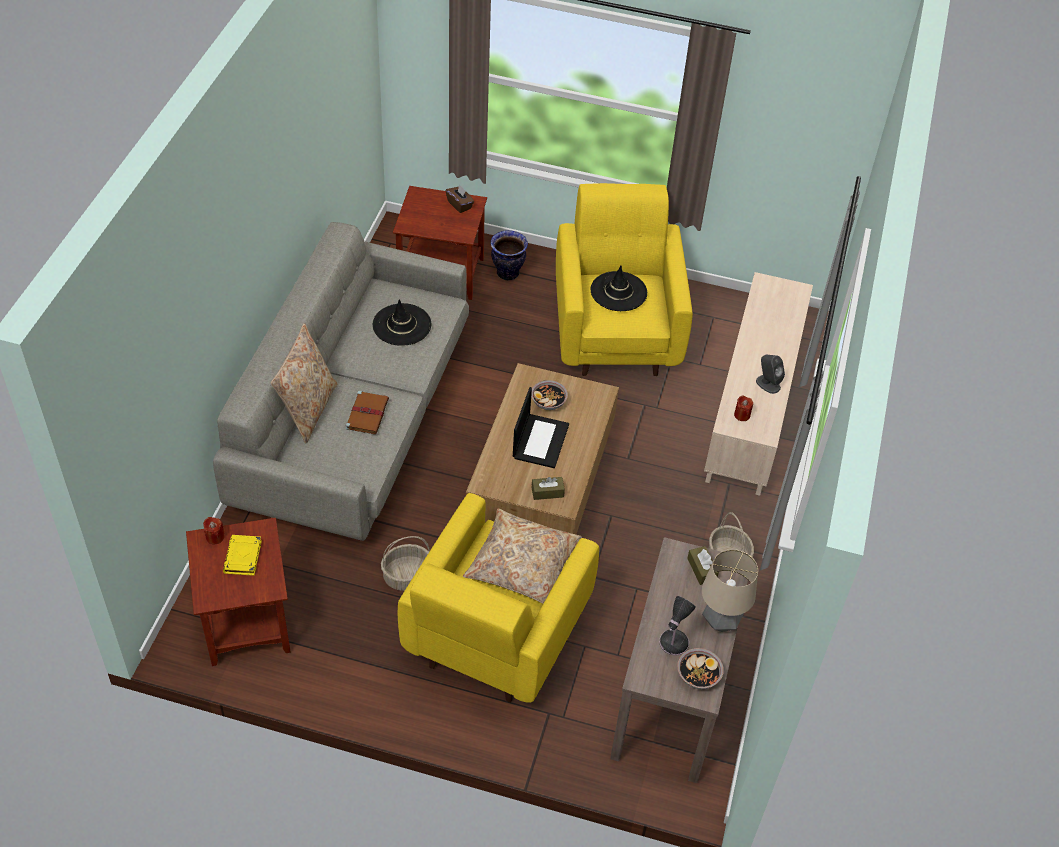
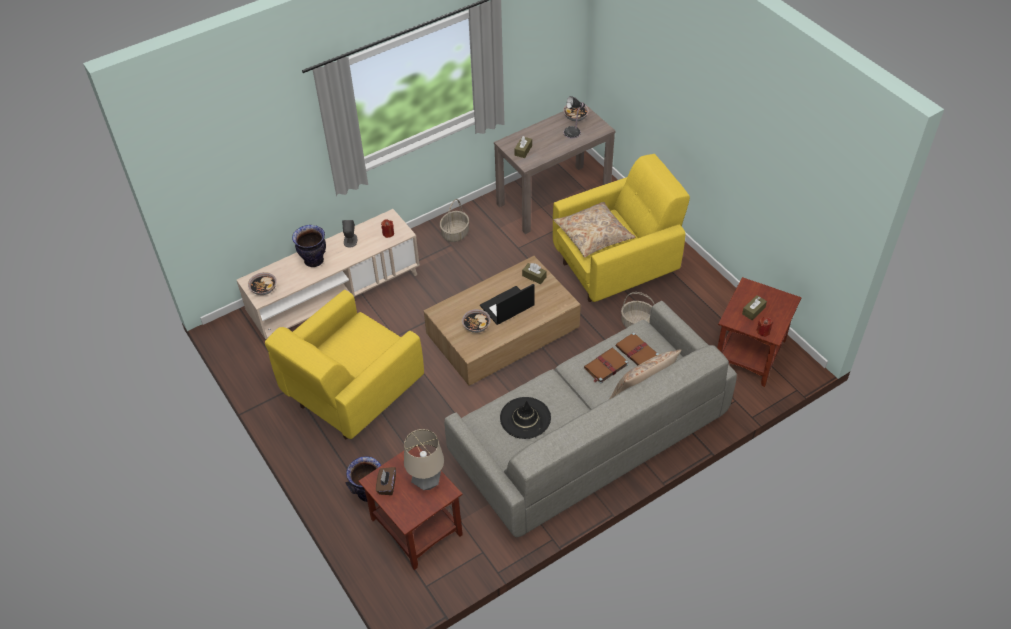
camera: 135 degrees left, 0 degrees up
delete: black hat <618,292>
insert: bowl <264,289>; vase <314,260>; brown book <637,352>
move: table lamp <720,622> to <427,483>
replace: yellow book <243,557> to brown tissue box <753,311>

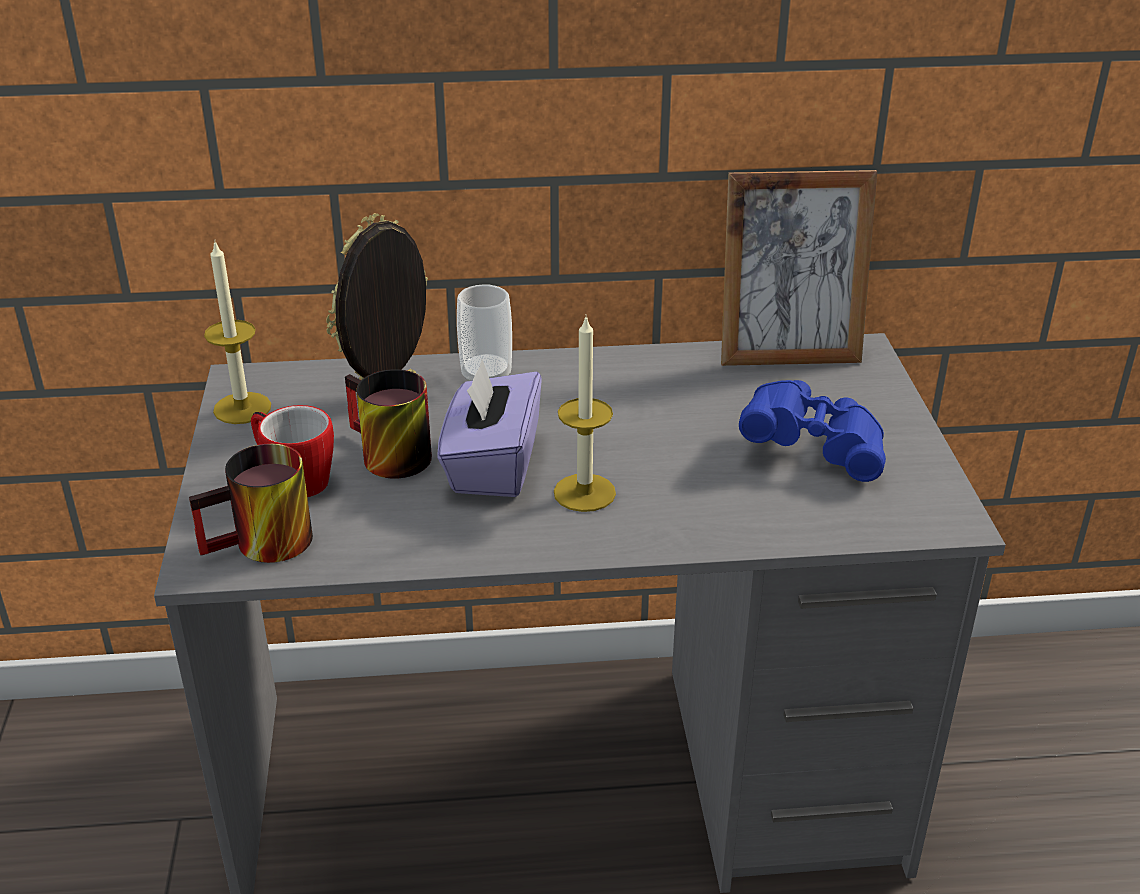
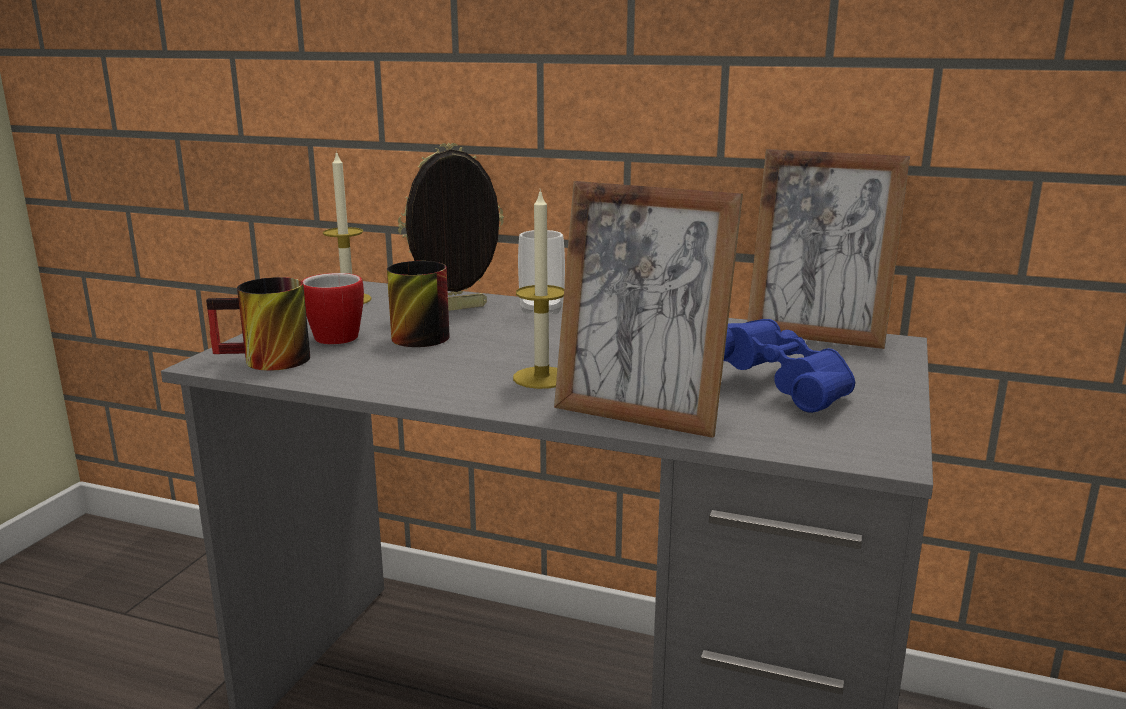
camera: 25 degrees right, 15 degrees down
delete: purple tissue box <492,465>
insert: picture frame <639,414>

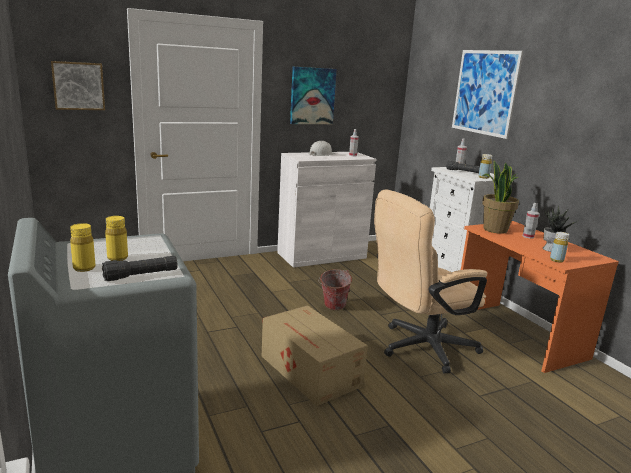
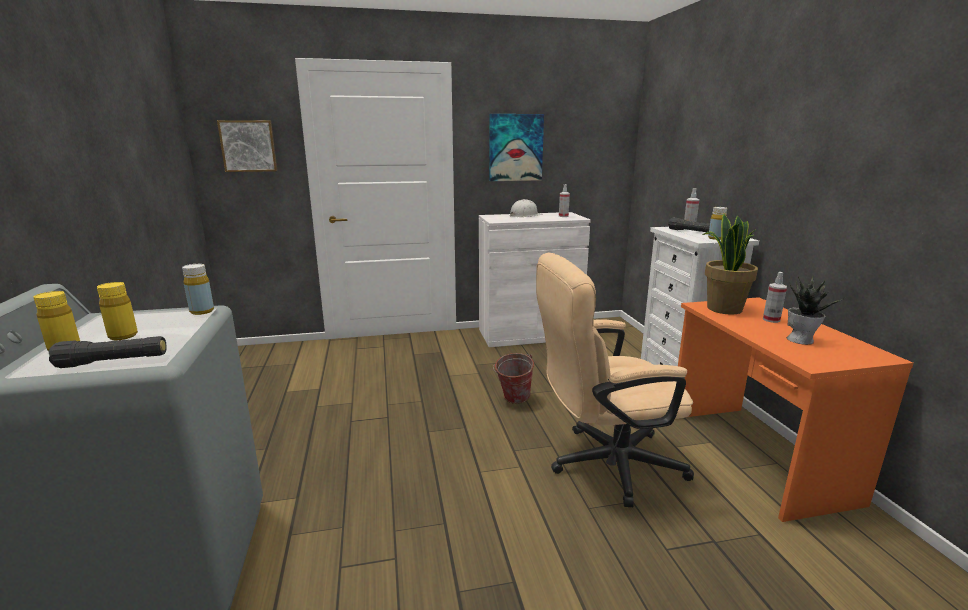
camera: 15 degrees right, 0 degrees up
delete: cardboard box <310,371>; picture <485,92>
move: yellow bottle <556,260> to <202,311>

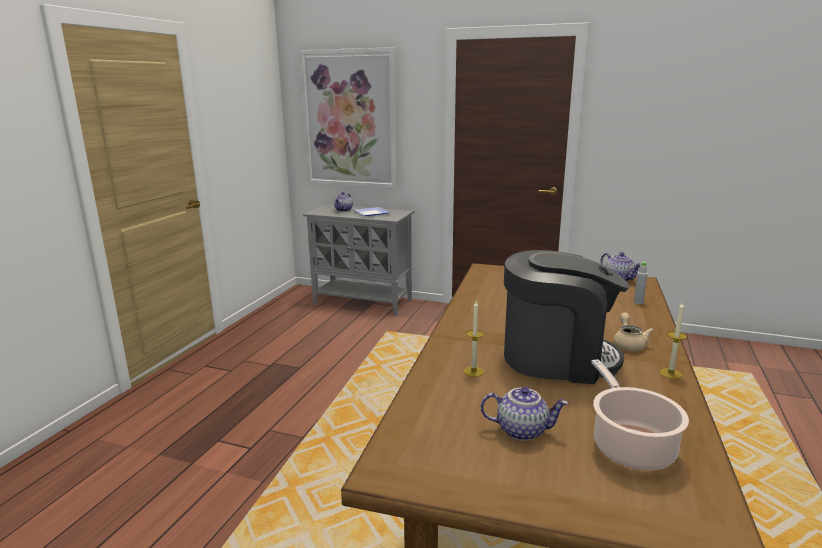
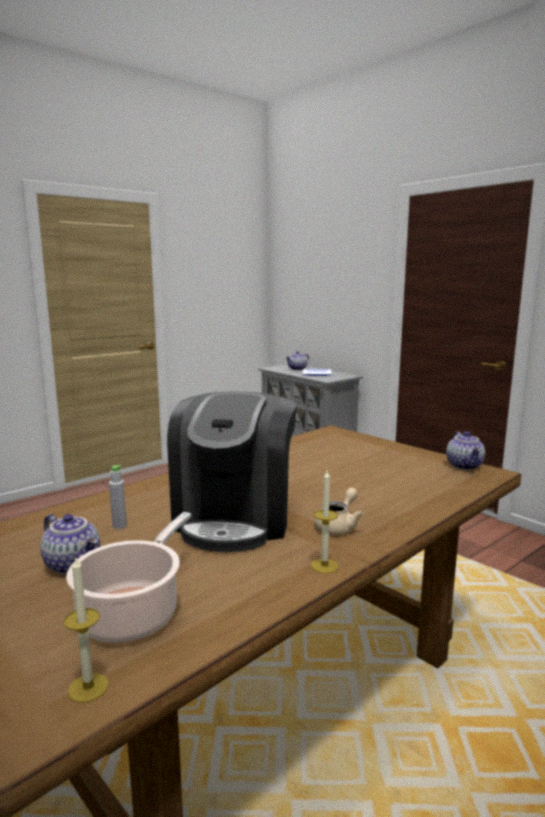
camera: 30 degrees right, 5 degrees down
delete: picture <349,119>
move: candle <473,371> to <88,687>; grey bottle <638,302> to <119,526>
rotate: coffee machine <557,358> = <235,518> 60 degrees clockwise

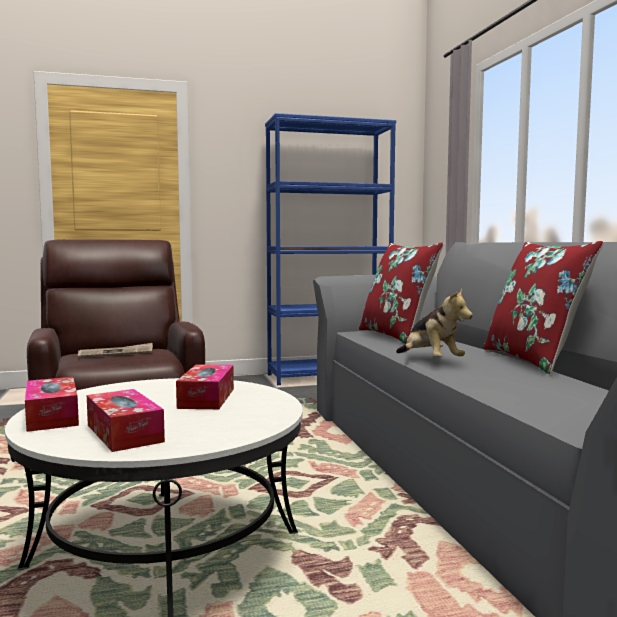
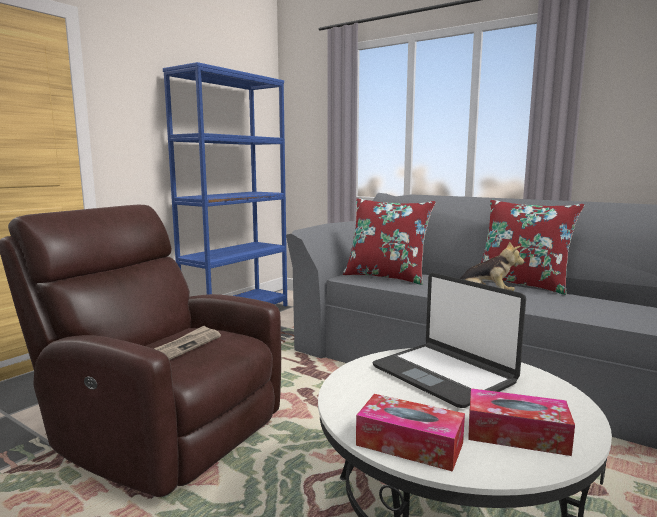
camera: 40 degrees left, 5 degrees up
replace: tissue box <206,398> to laptop <444,374>

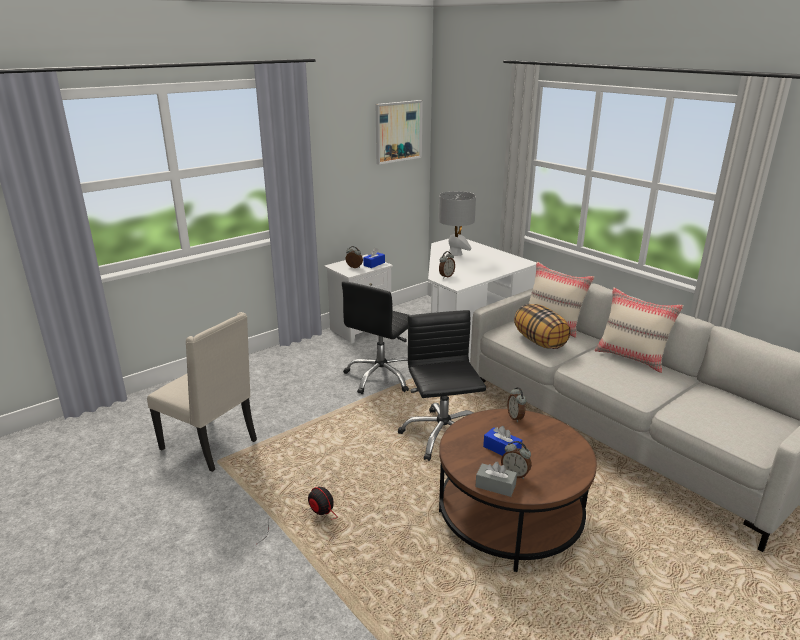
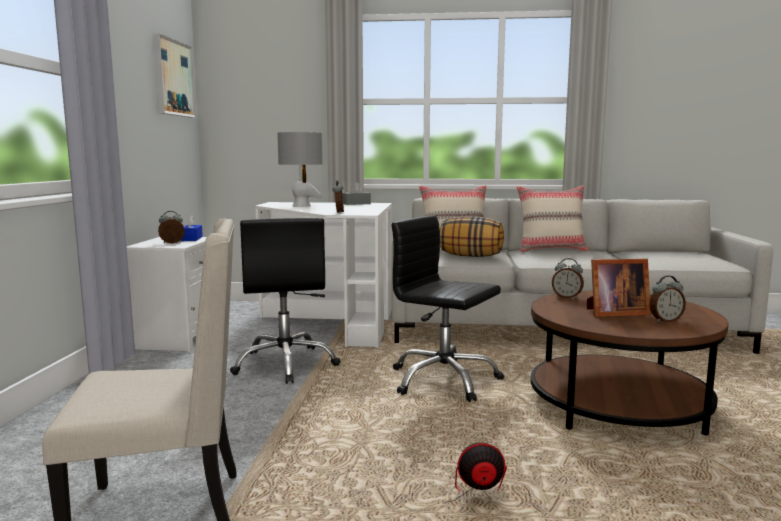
camera: 45 degrees left, 15 degrees down
move: grey tissue box <495,486> to <356,204>
replace: blue tissue box <502,449> to picture frame <614,313>

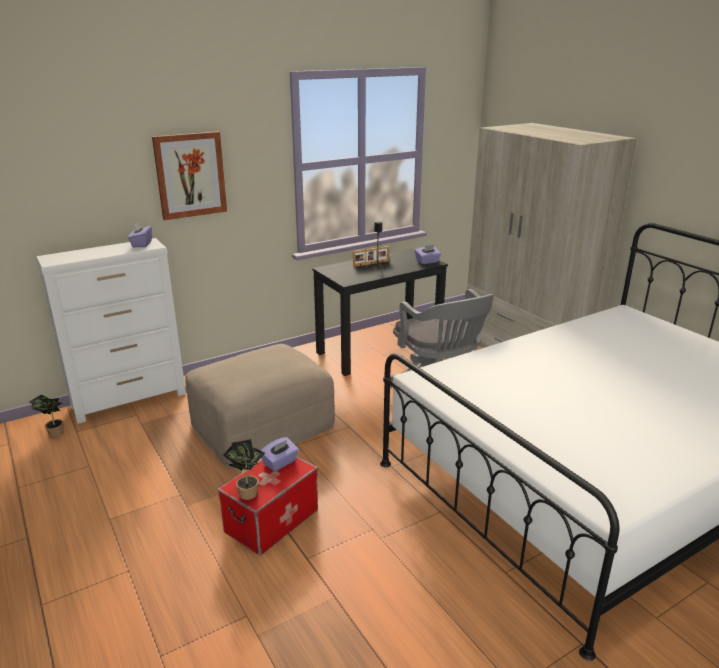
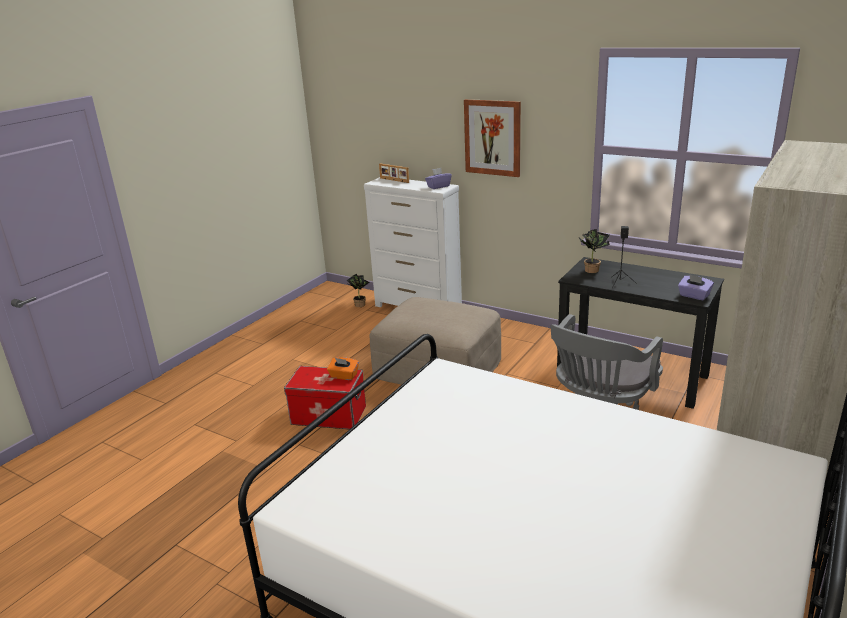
camera: 65 degrees right, 0 degrees up
move: potted plant <246,492> to <592,269>; picture frame <371,264> to <394,180>
recolor: purple tissue box <280,463> to orange tissue box <344,376>

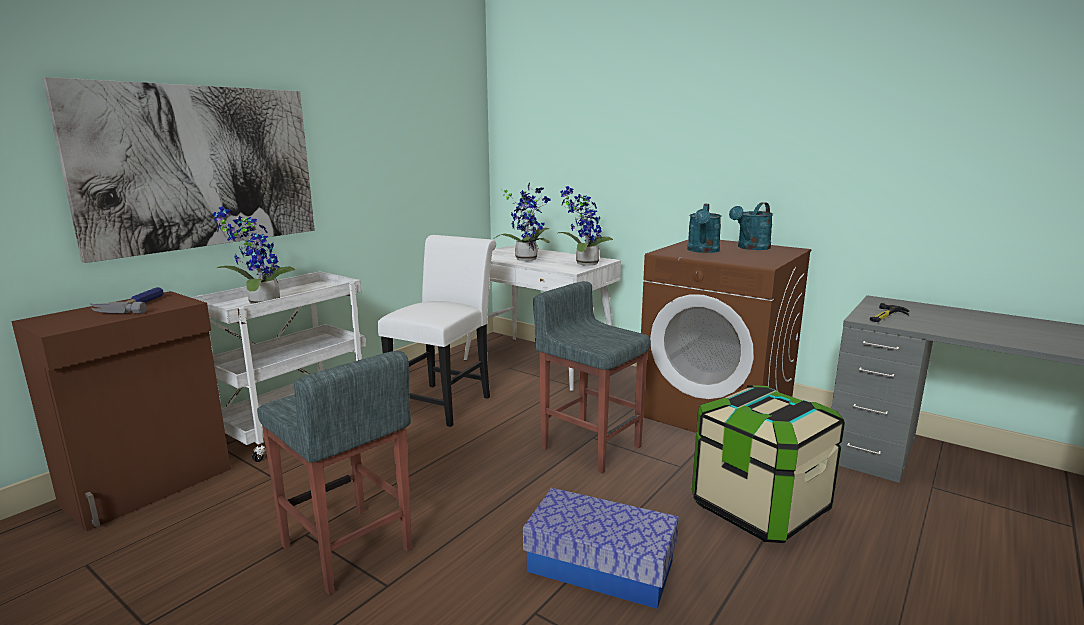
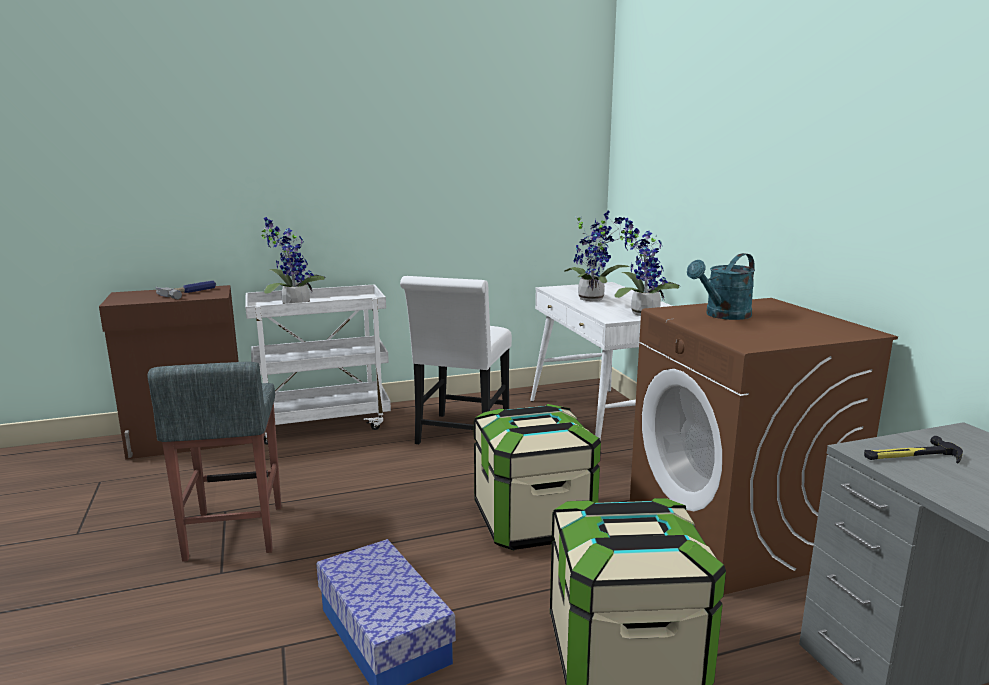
camera: 35 degrees right, 0 degrees up
delete: picture <200,167>; turquoise watering can <751,248>
replace: grey stool <590,446> to storage box <533,522>
rotate: white chair <444,401> = <460,436> 135 degrees clockwise

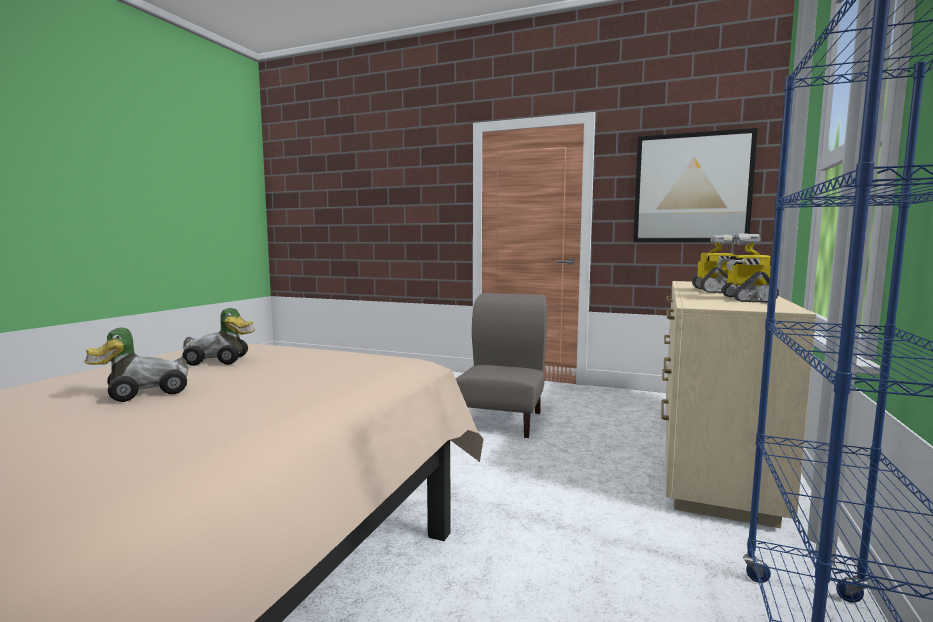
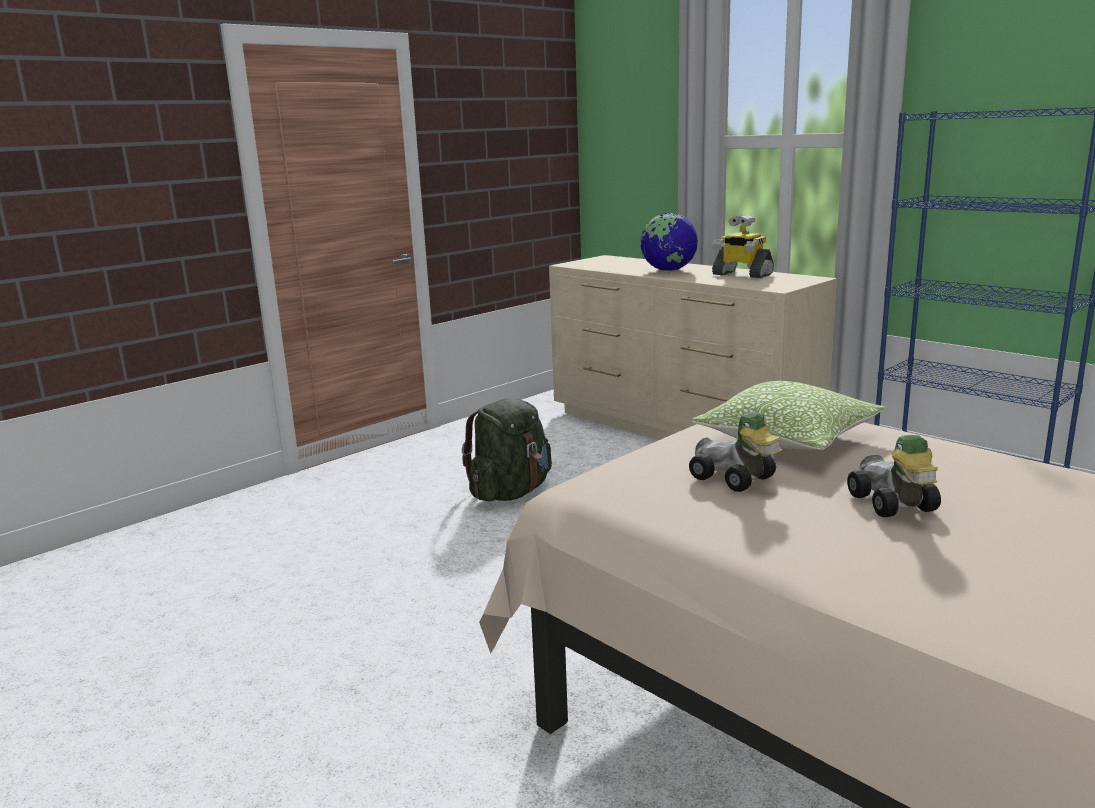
camera: 65 degrees left, 10 degrees up
delete: picture <691,188>
insert: pillow <787,439>
replace: grey chair <503,421> to green backpack <510,493>; toy robot <714,290> to globe <668,270>
rotate: toy car <220,361> = <734,480> 120 degrees clockwise

